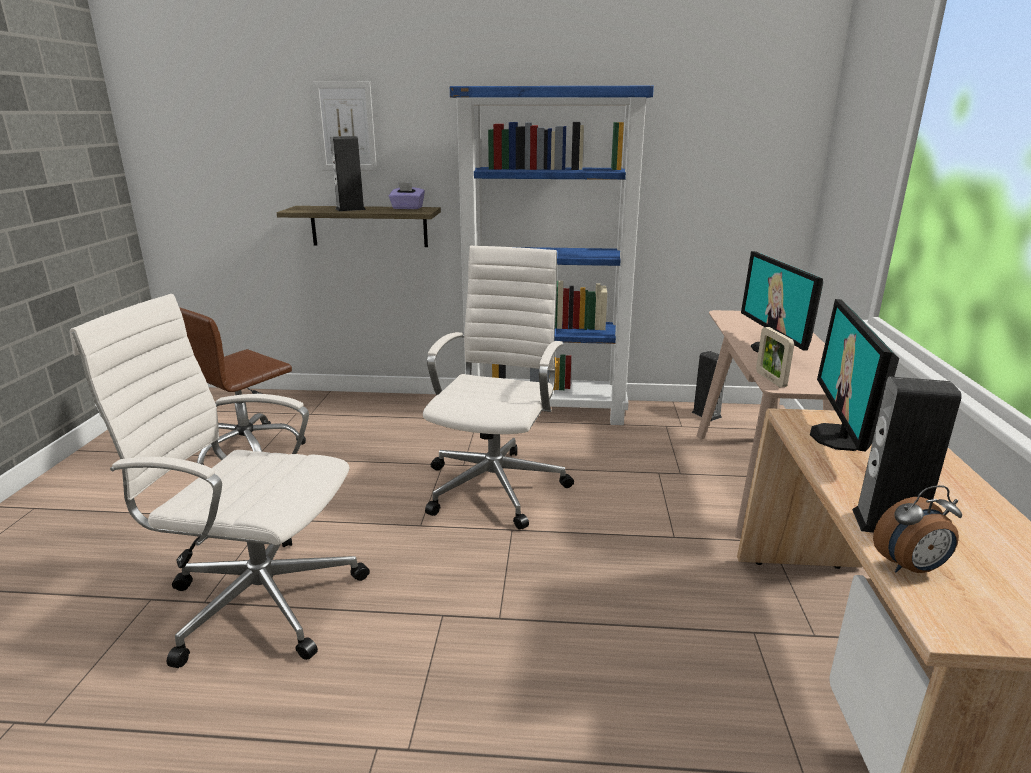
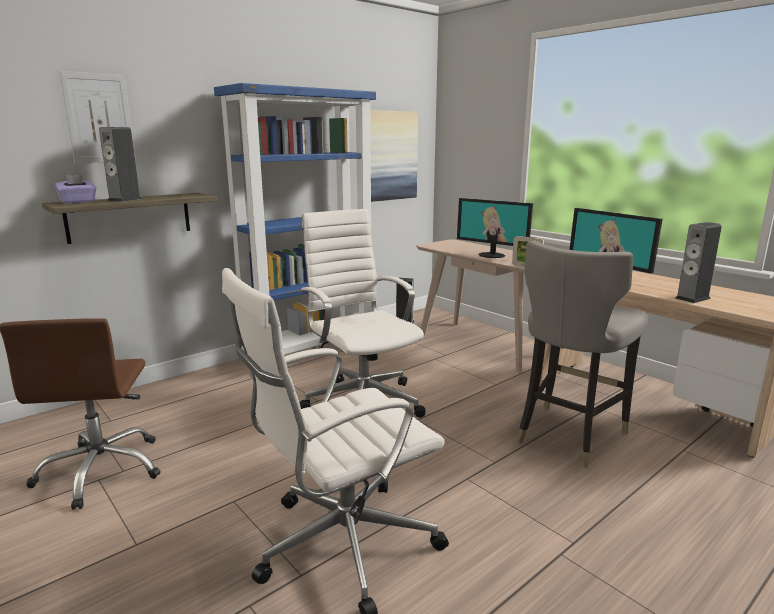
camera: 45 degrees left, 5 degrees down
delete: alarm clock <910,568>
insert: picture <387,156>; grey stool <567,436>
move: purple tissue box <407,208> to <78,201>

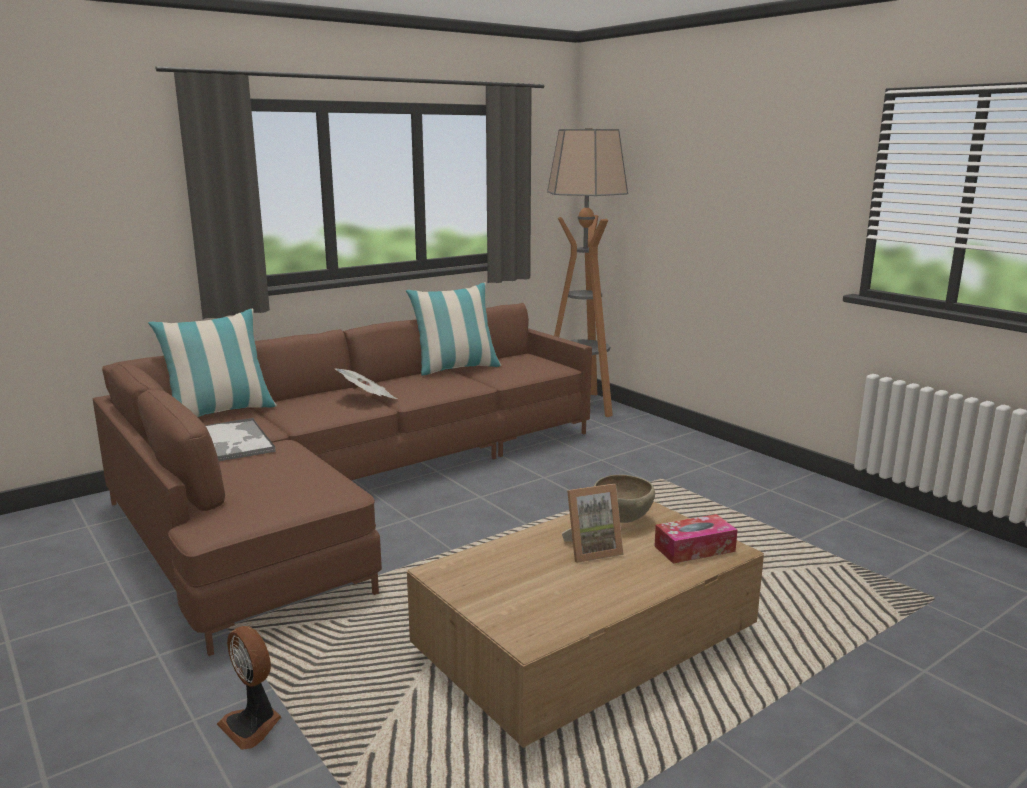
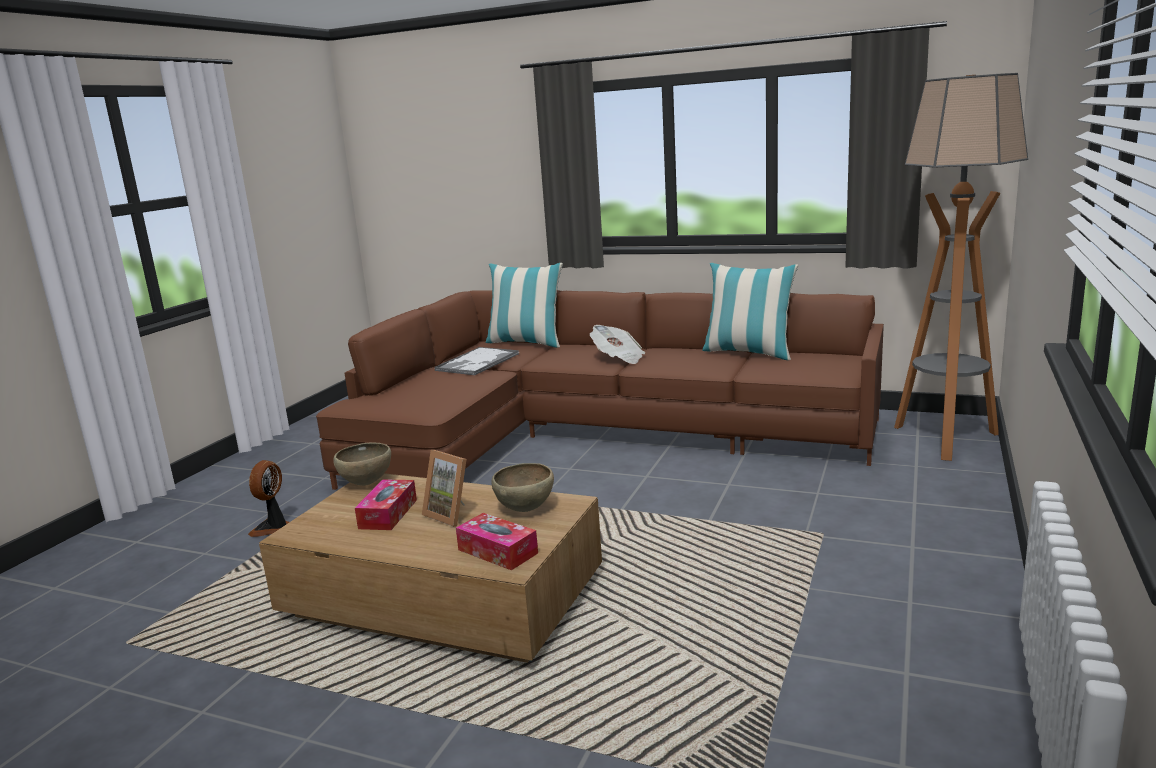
camera: 60 degrees right, 0 degrees up
insert: brown bowl <367,483>; tissue box <388,514>

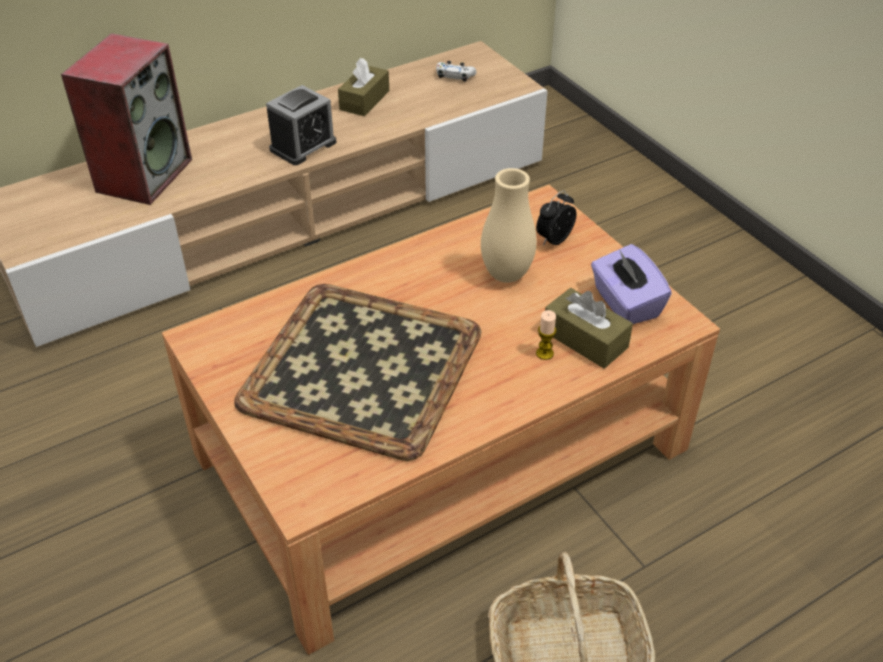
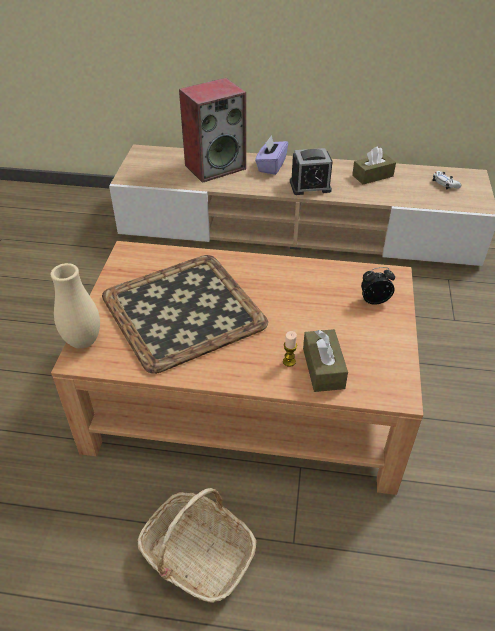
camera: 40 degrees right, 0 degrees up
move: beige vase <506,275> to <83,341>; purple tissue box <625,303> to <271,166>

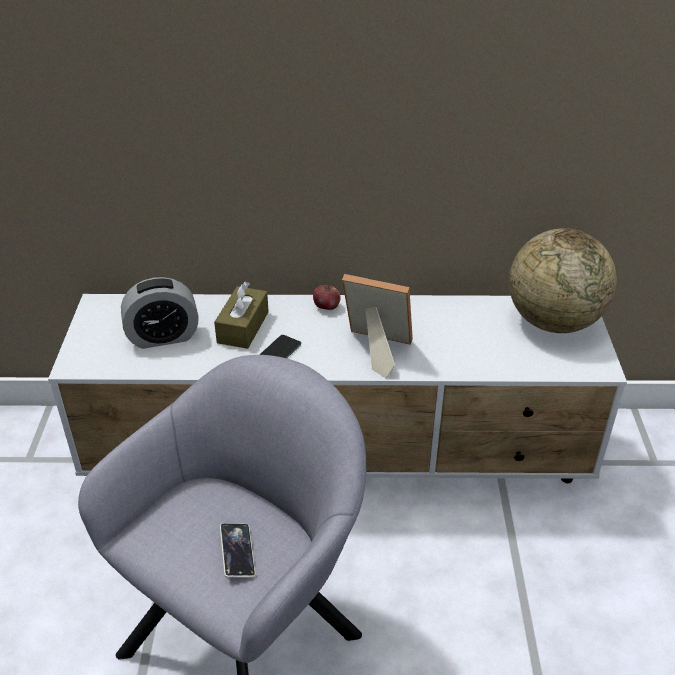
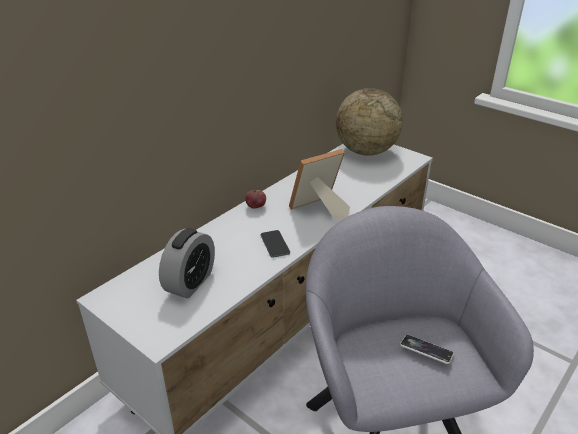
camera: 50 degrees left, 5 degrees down
delete: brown tissue box <243,327>

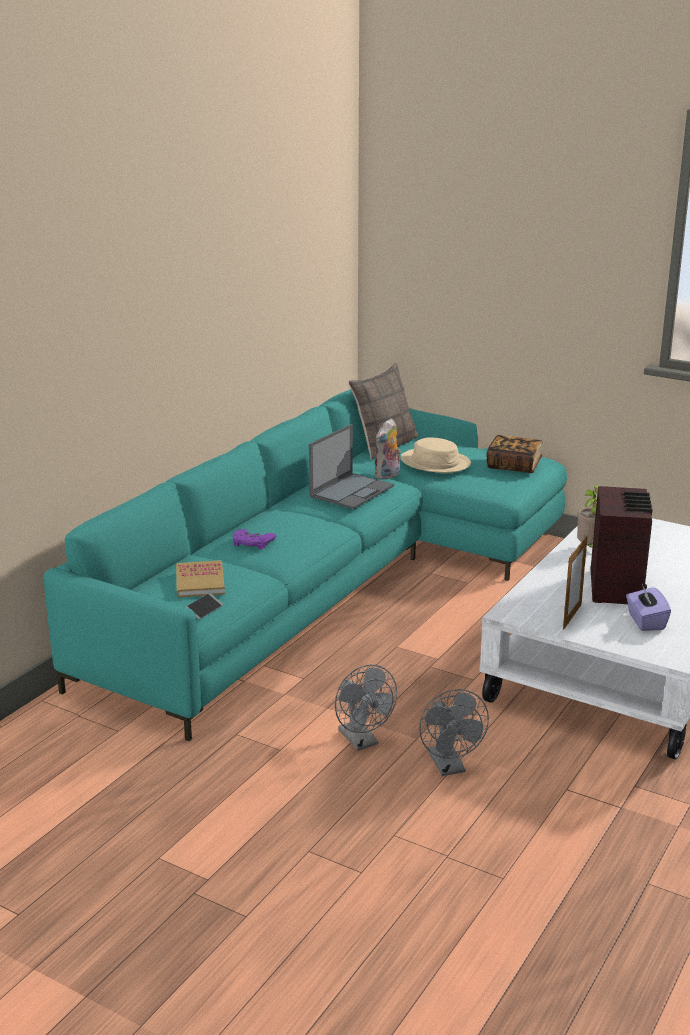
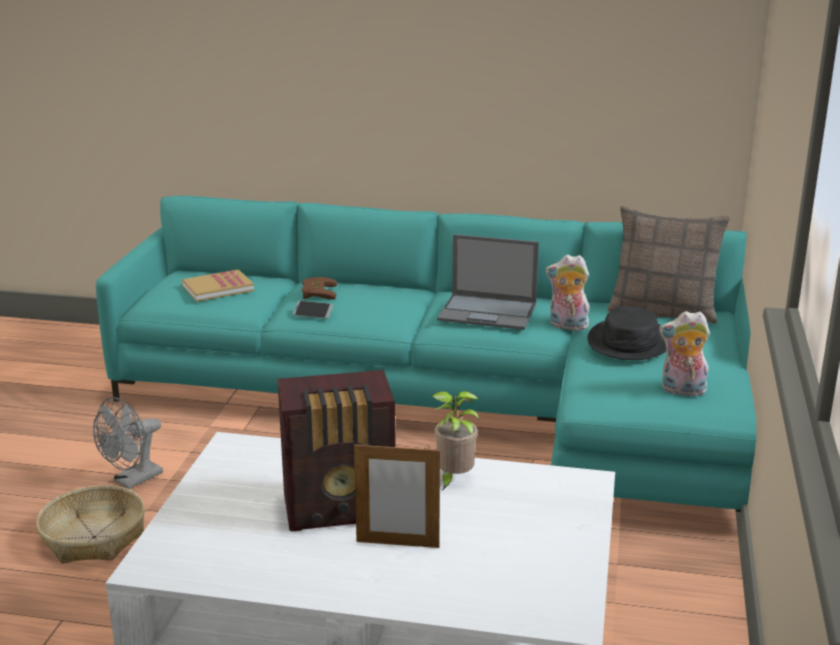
camera: 70 degrees right, 0 degrees up
delete: purple tissue box <645,621>
move: phone <204,610> to <313,313>; picture frame <572,616> to <397,544>
replace: grey fan <449,767> to basket <94,537>; book <514,466> to plush toy <682,391>
recolor: purple game controller <252,543> to brown game controller <316,292>; beige hat <435,462> to black hat <630,341>

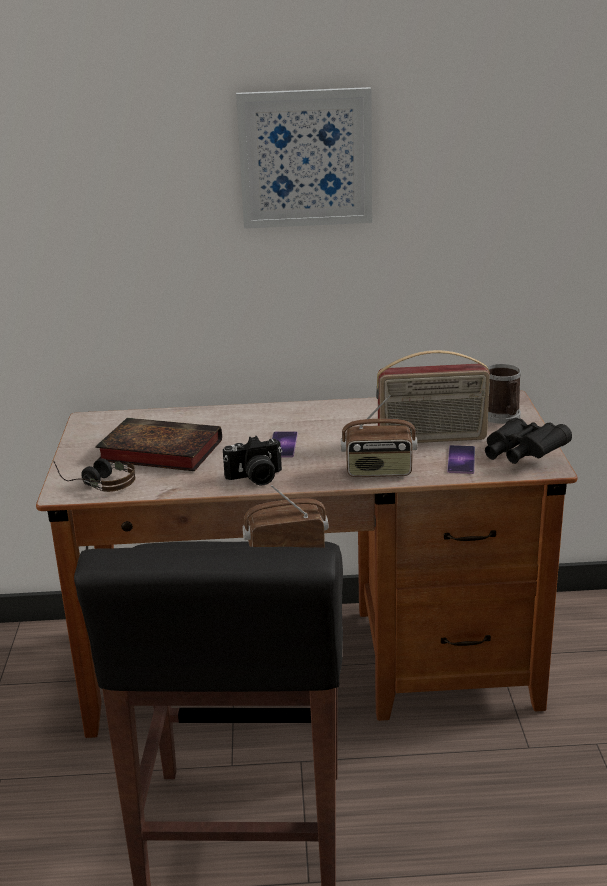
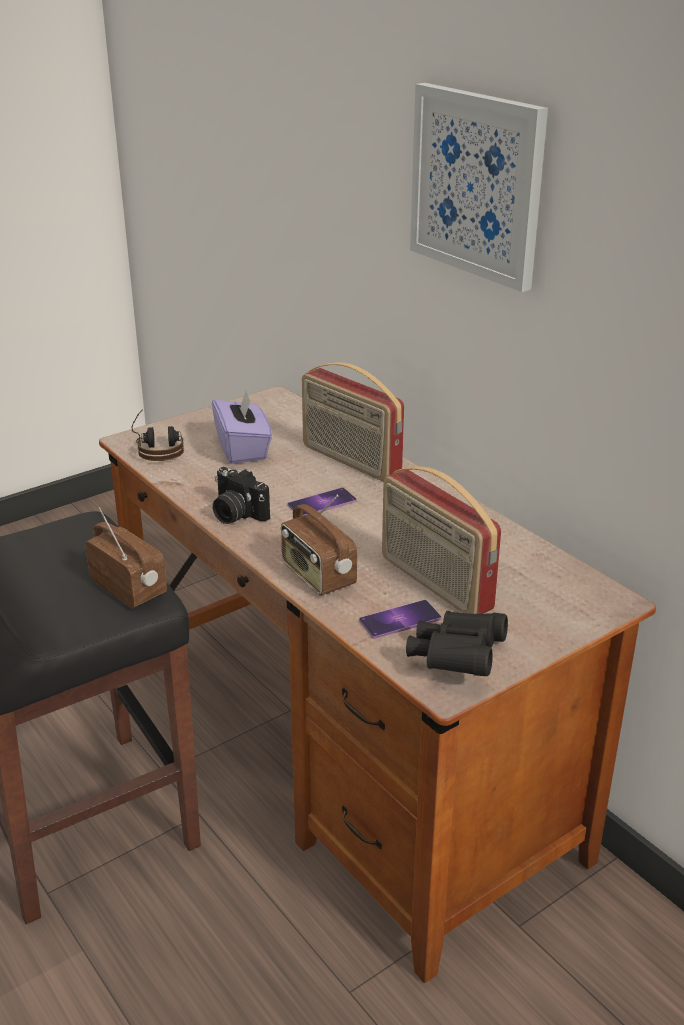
camera: 55 degrees right, 5 degrees up
delete: mug <502,417>
insert: radio <349,461>
replace: book <157,451> to purple tissue box <243,449>

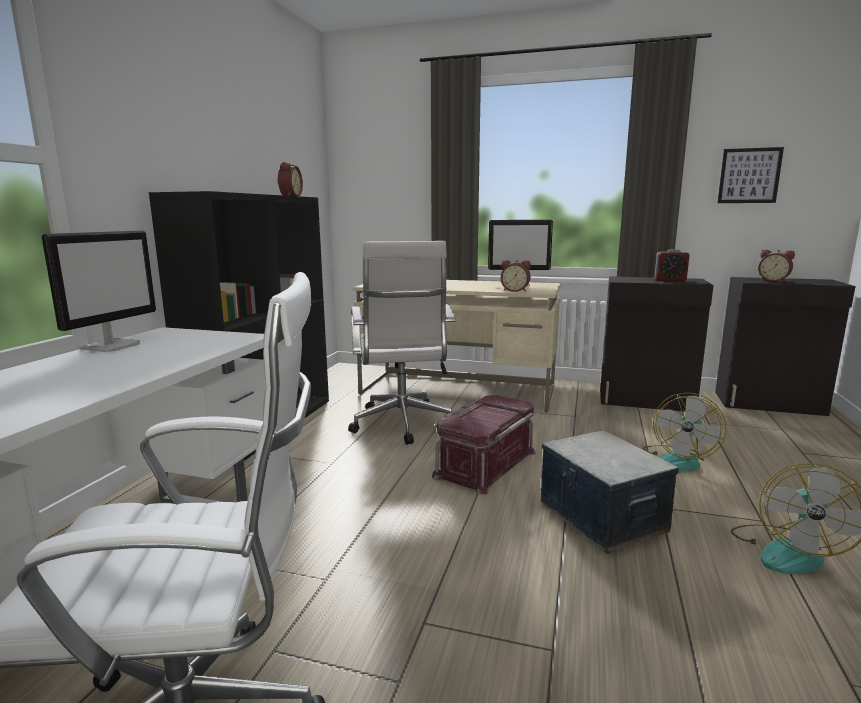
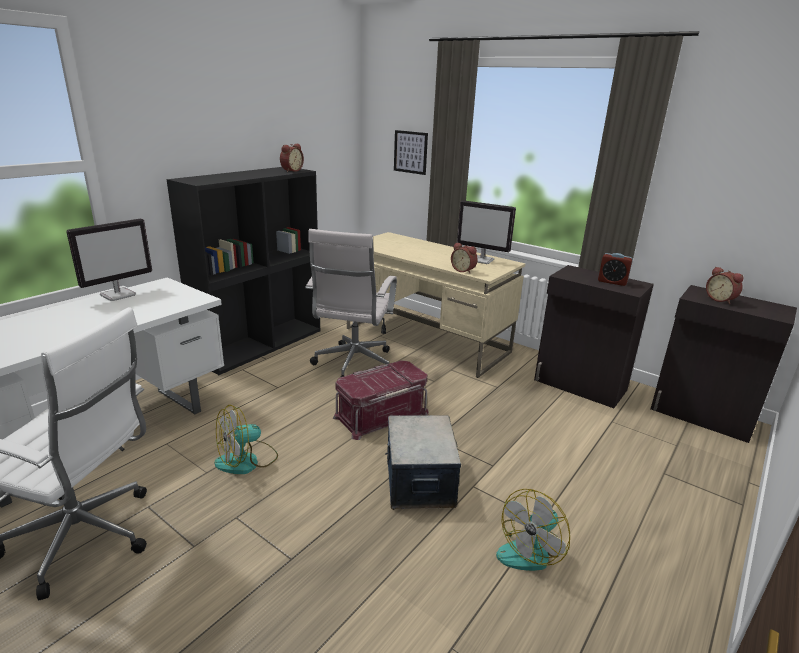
camera: 20 degrees right, 10 degrees up
move: fan <678,460> to <247,461>; picture <749,176> to <410,152>

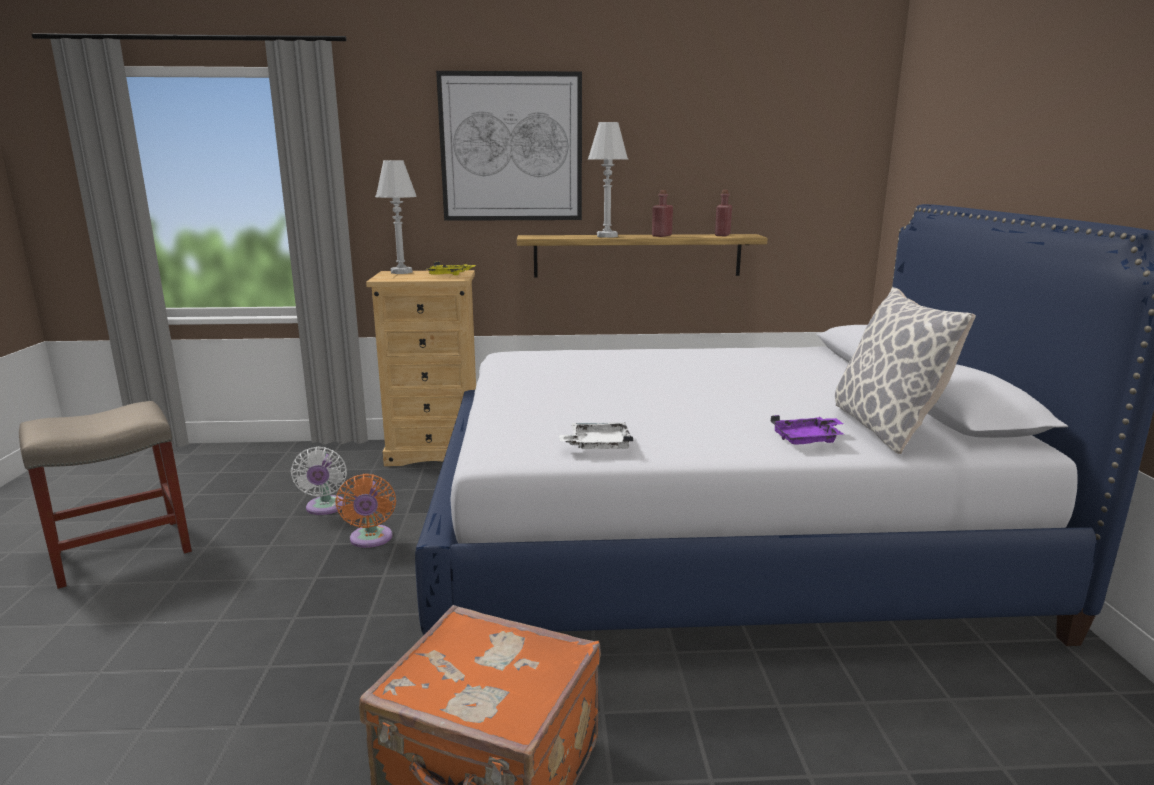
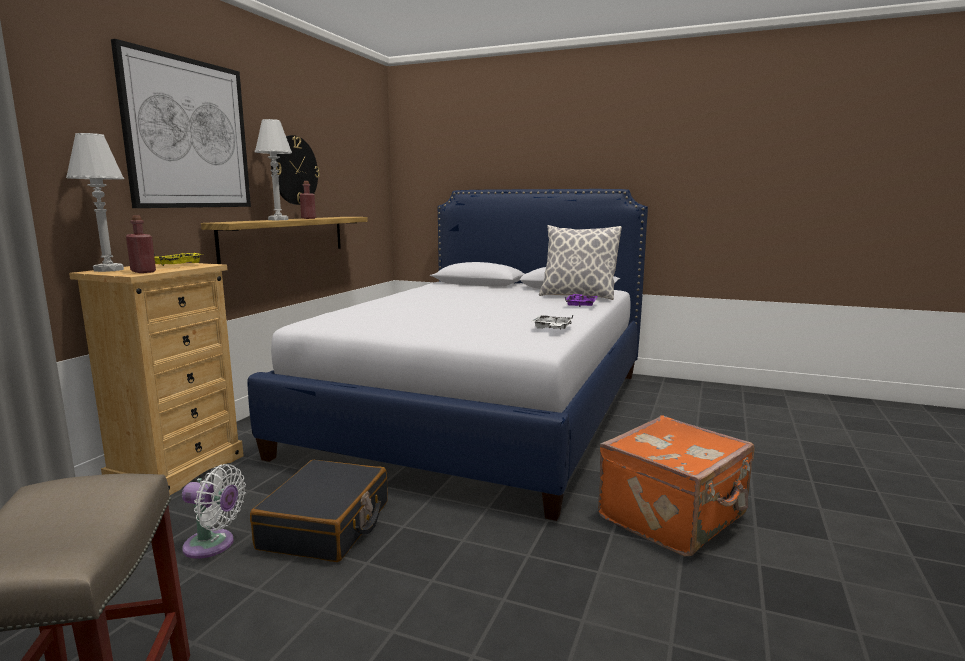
camera: 65 degrees left, 5 degrees down
insert: wall clock <294,170>
move: red bottle <722,235> to <143,271>
replace: orange fan <370,539> to black suitcase <326,525>

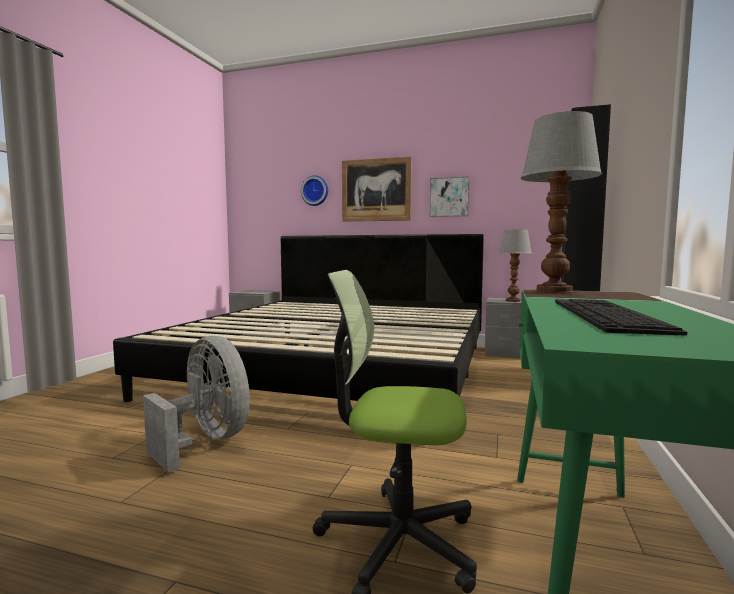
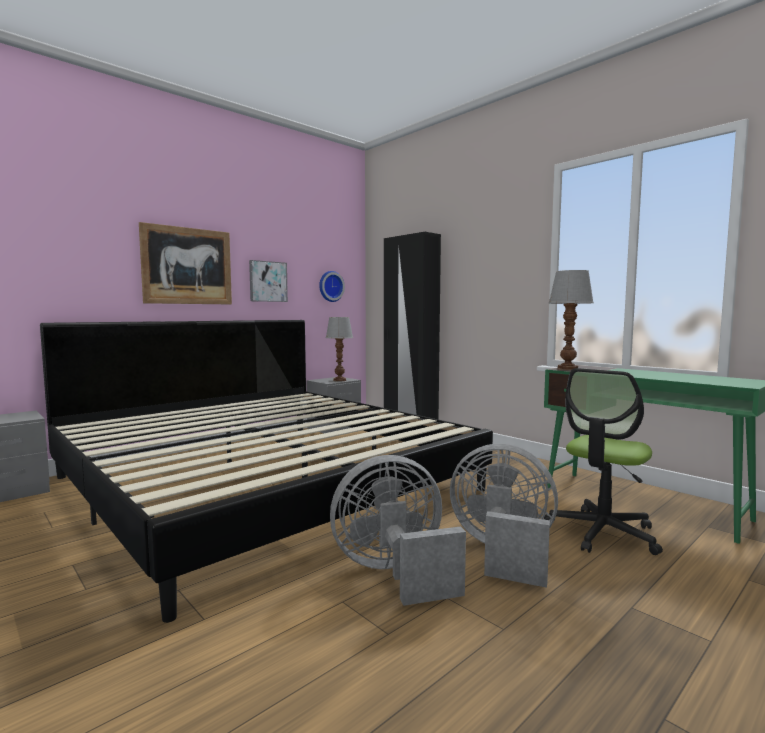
camera: 60 degrees left, 0 degrees up
delete: keyboard <605,315>
insert: grey fan <502,553>
move: wall clock <315,191> to <330,286>

